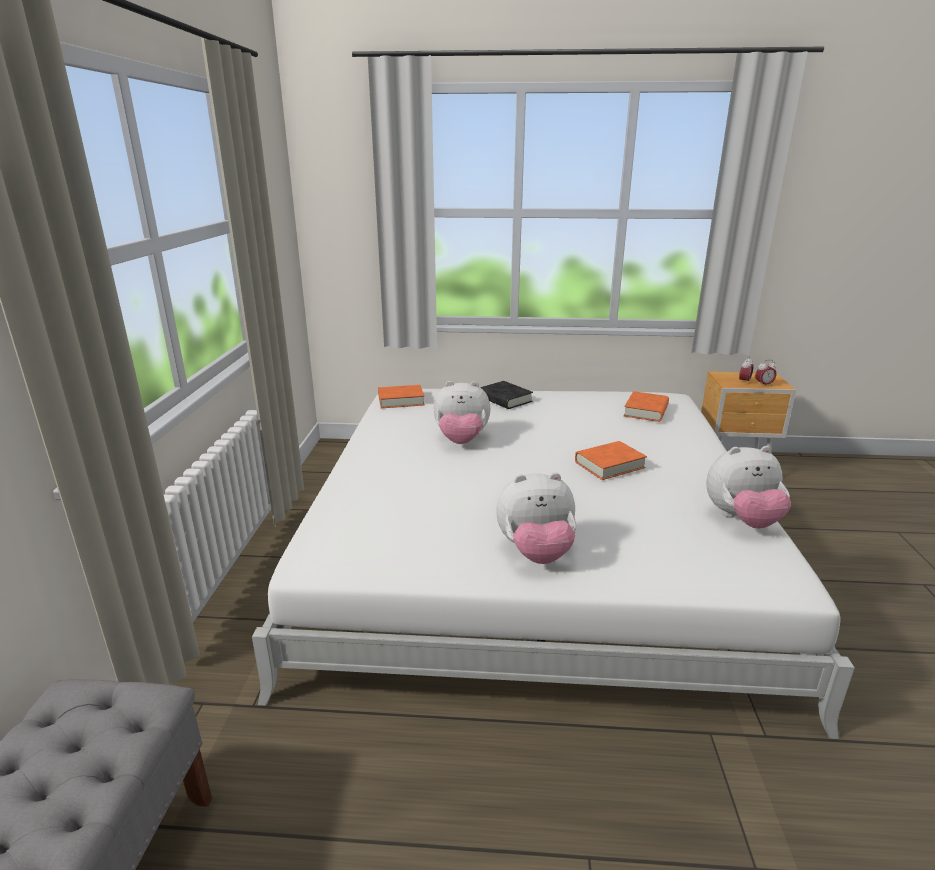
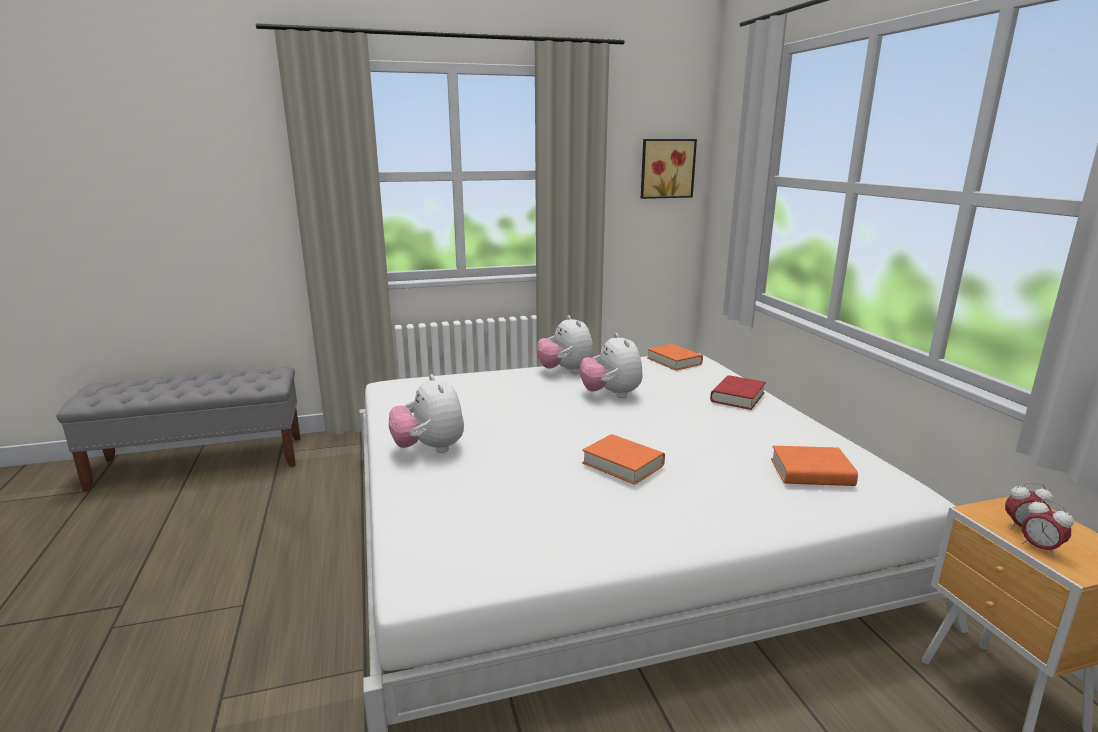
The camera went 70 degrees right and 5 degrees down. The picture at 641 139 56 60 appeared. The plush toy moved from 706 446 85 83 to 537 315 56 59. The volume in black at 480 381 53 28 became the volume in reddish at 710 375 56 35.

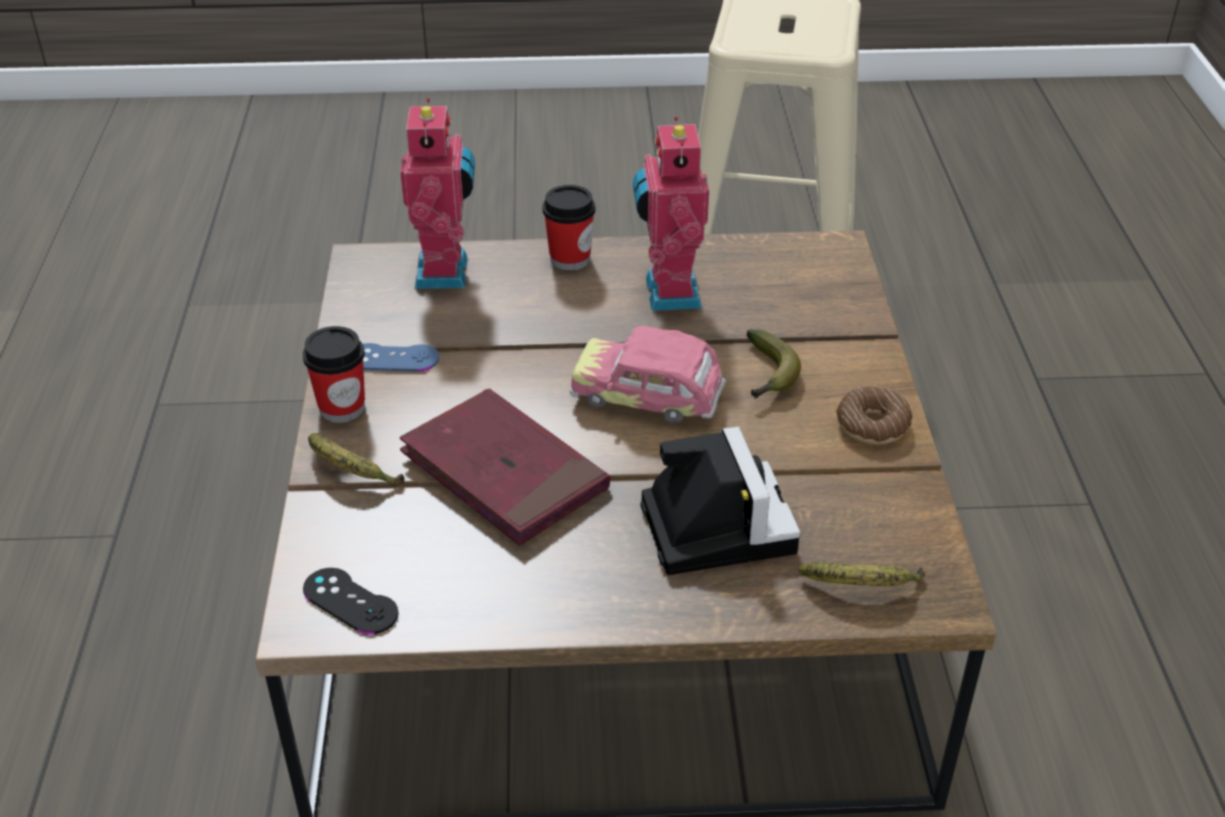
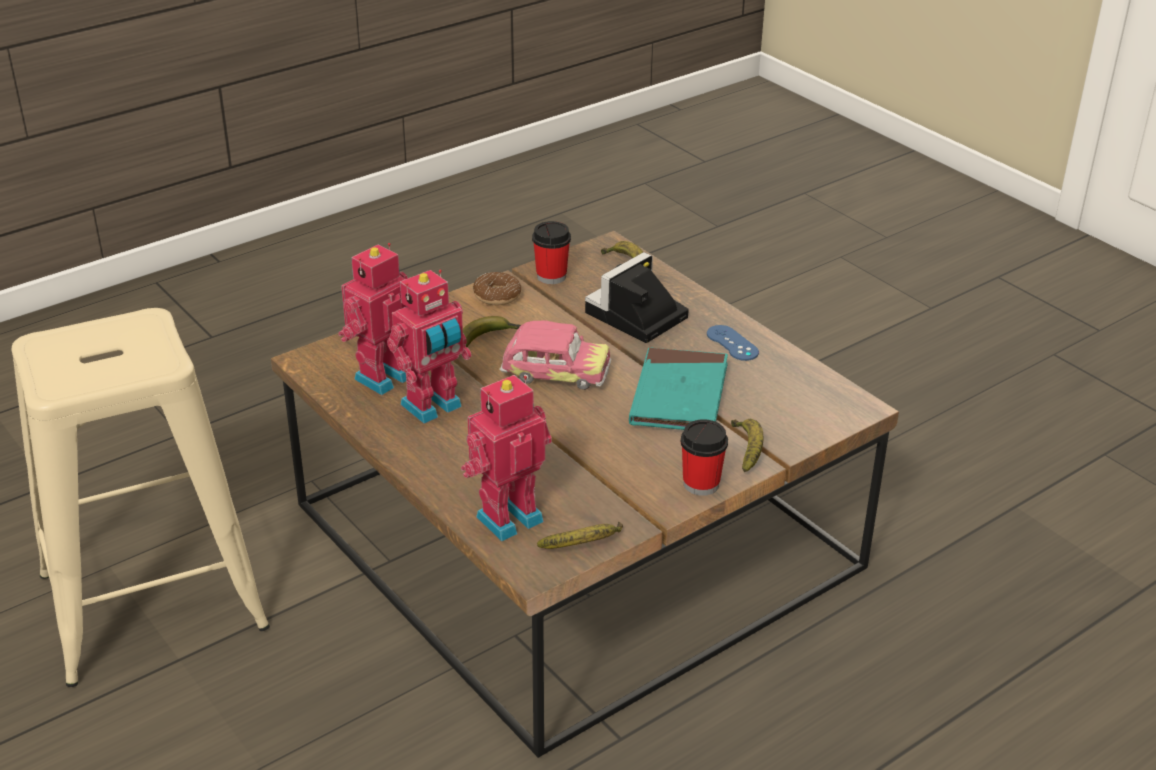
The camera went 125 degrees left and 5 degrees down. The gamepad in black at 303 568 96 67 disappeared. The model robot at 339 243 69 152 appeared. The banana at 537 522 86 27 appeared. The gamepad in blue-coloured moved from 363 343 76 29 to 707 325 52 36. The cup moved from 543 185 53 86 to 532 221 39 63. The volume in reddish at 400 389 210 156 became the volume in turquoise-coloured at 629 348 99 82. The miniature car at 570 326 156 97 turned 60 degrees counterclockwise.

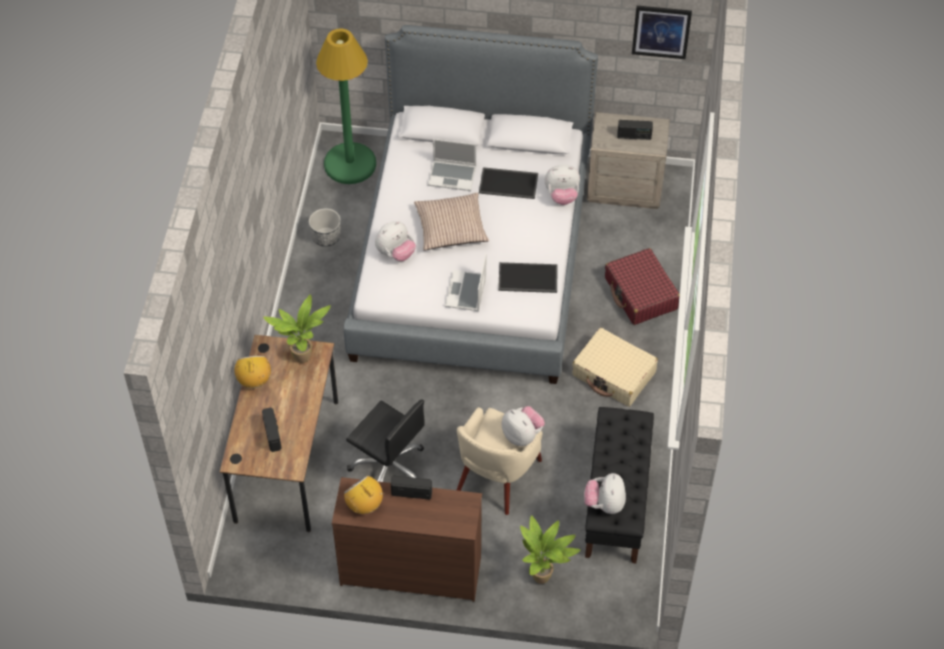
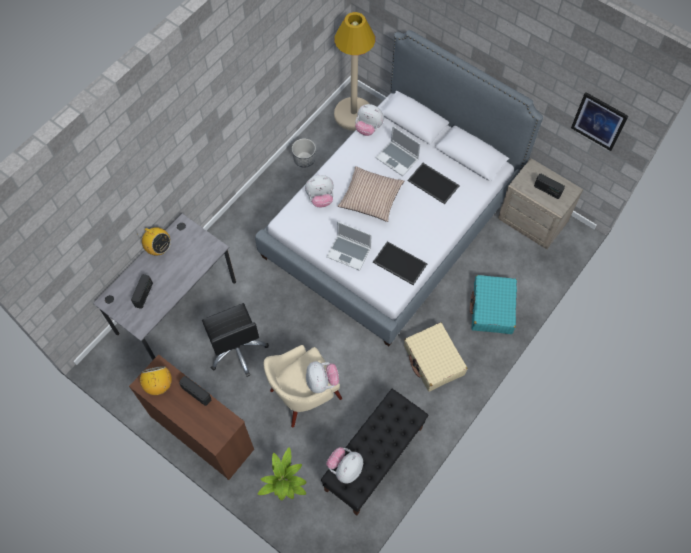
The camera went 30 degrees right and 10 degrees up. The houseplant at 263 295 68 68 disappeared. The plush toy moved from 545 164 35 41 to 355 104 29 32. The desk unit in brownish at 220 335 118 197 became the desk unit in grey at 93 214 143 146. The standard lamp in green at 316 28 60 156 became the standard lamp in beige-coloured at 334 12 41 119. The travel case in reddish at 605 248 75 77 became the travel case in turquoise-coloured at 470 275 47 59. The radio at 234 356 37 32 turned 105 degrees clockwise. The notebook computer at 445 253 41 58 turned 105 degrees counterclockwise.

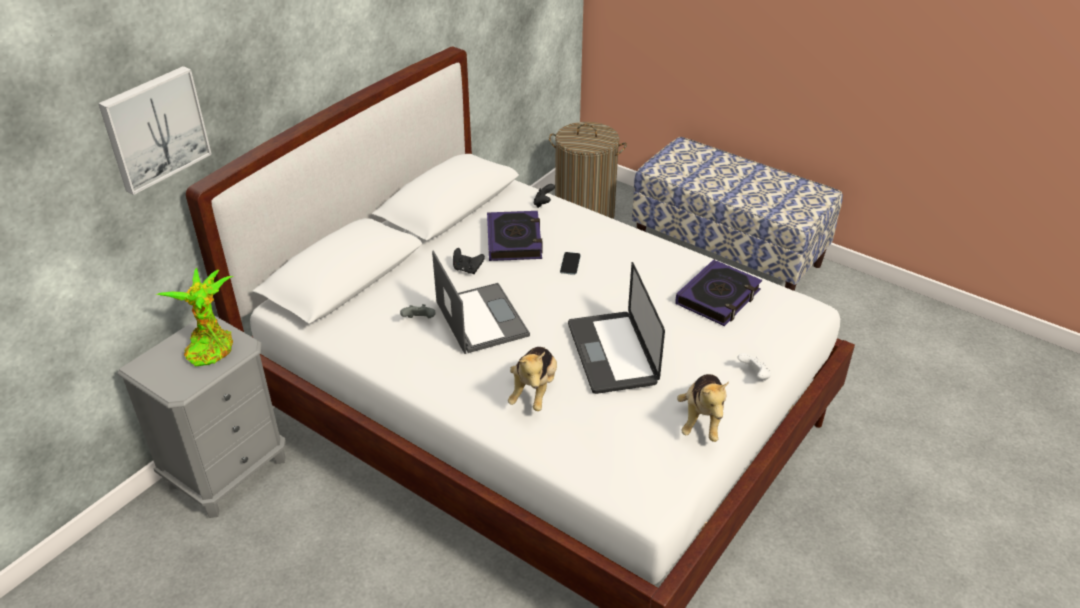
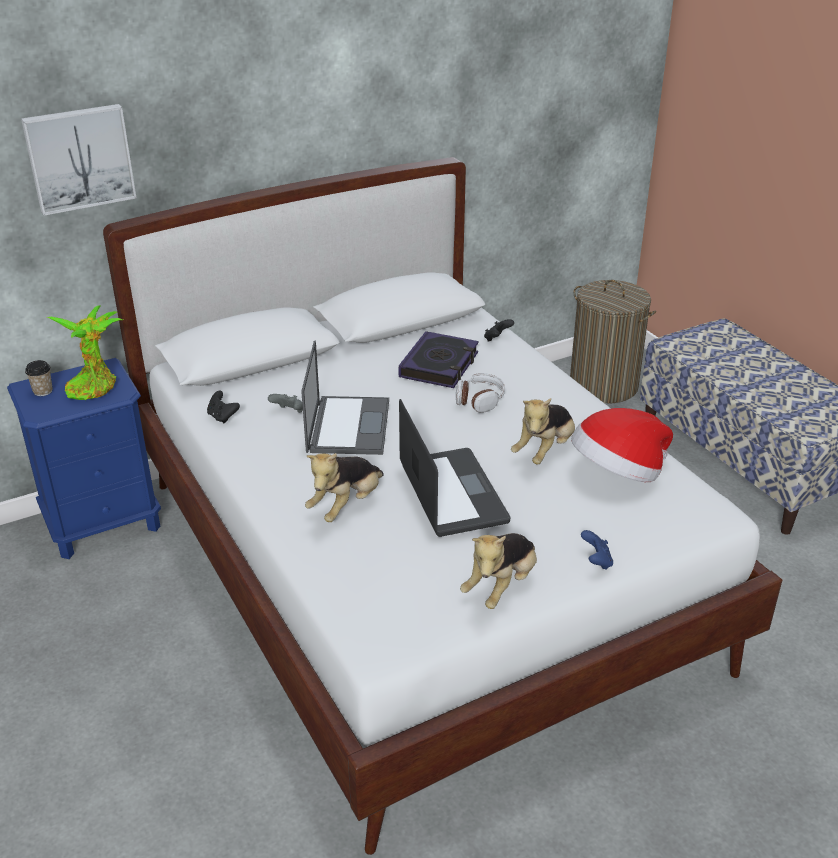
The camera went 25 degrees right and 5 degrees down. The cup at 25 360 28 36 appeared. The plush toy at 511 398 64 66 appeared. The gamepad in black moved from 453 248 32 26 to 207 391 33 33. The handset at 560 252 21 23 was replaced by the headphones at 456 373 49 40. The volume at 675 259 87 67 was replaced by the clothing hat at 571 408 102 74. The nightstand in grey at 117 315 169 203 became the nightstand in blue-coloured at 7 358 154 201. The gamepad in whitish at 738 353 33 27 became the gamepad in blue-coloured at 581 530 32 40. The notebook computer at 568 262 97 132 turned 150 degrees clockwise.

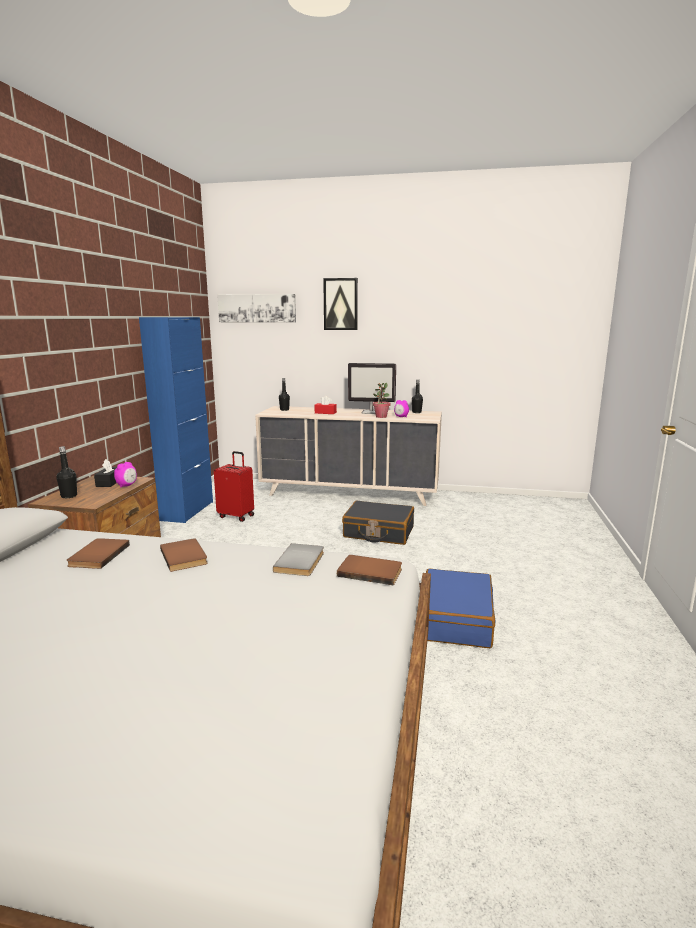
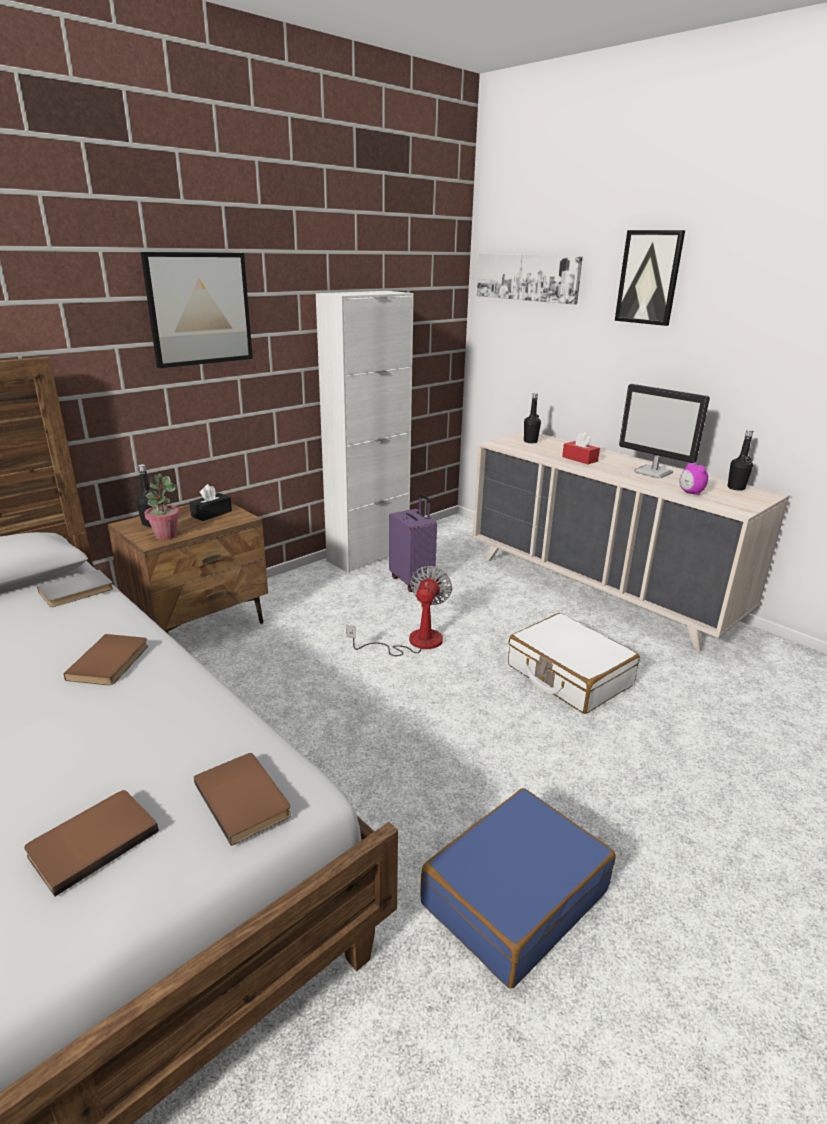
The camera went 35 degrees right and 10 degrees up. The alarm clock at 114 462 23 25 disappeared. The picture at 141 252 112 116 appeared. The fan at 346 566 106 90 appeared. The volume in brownish moved from 66 538 64 31 to 24 790 135 106. The volume in grey moved from 273 543 51 33 to 37 570 77 37. The houseplant moved from 373 383 18 35 to 144 474 37 66. The storage cabinet in blue-coloured at 139 317 74 206 became the storage cabinet in whitish at 316 291 98 282. The travel case in reddish at 214 451 40 71 became the travel case in purplish at 389 494 48 98. The travel case in black at 342 500 72 45 became the travel case in whitish at 508 613 132 101.

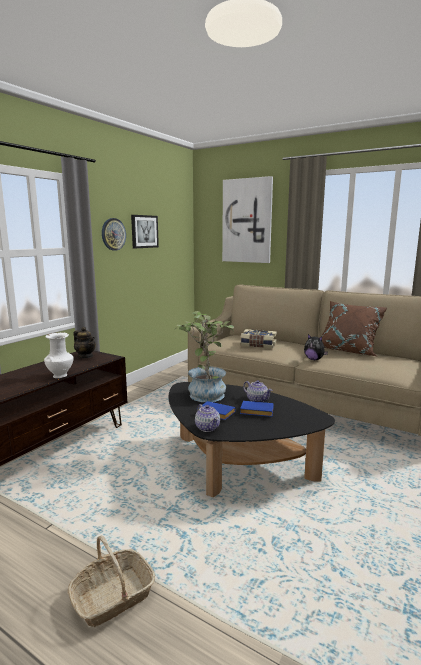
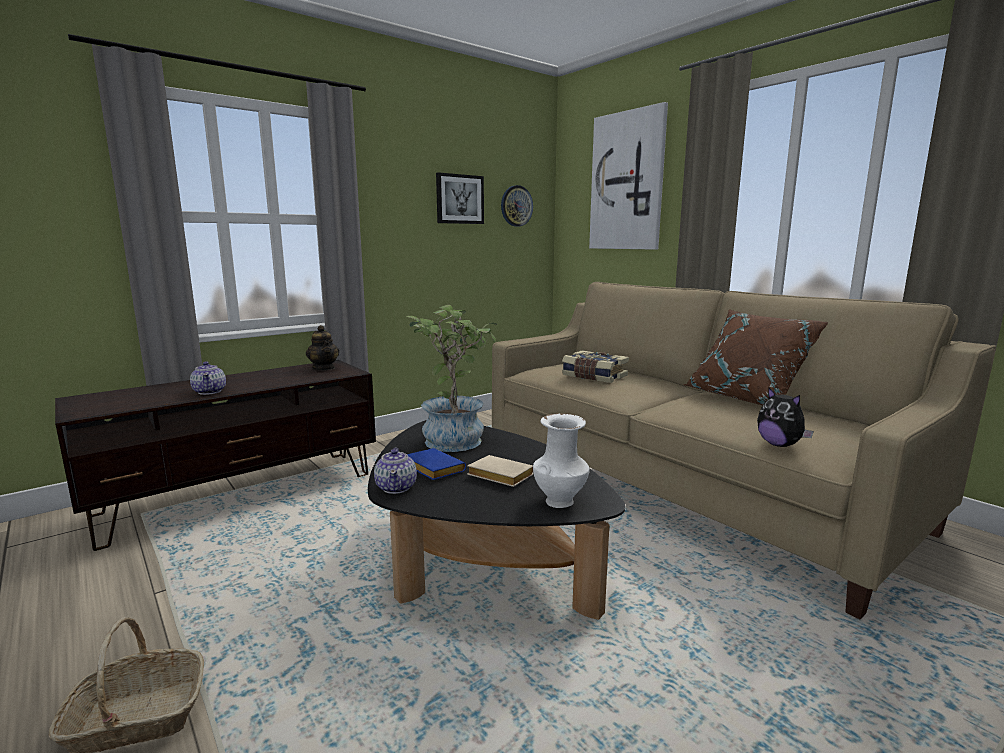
The camera went 20 degrees right and 0 degrees up. The vase in whitish moved from 44 332 30 46 to 533 413 56 95. The wall clock moved from 102 218 24 33 to 501 185 32 42. The pot for tea moved from 243 380 29 22 to 190 362 36 33. The plush toy moved from 304 334 24 26 to 757 388 57 59. The volume in blue-coloured at 240 401 34 16 became the volume in beige-coloured at 467 455 67 32.

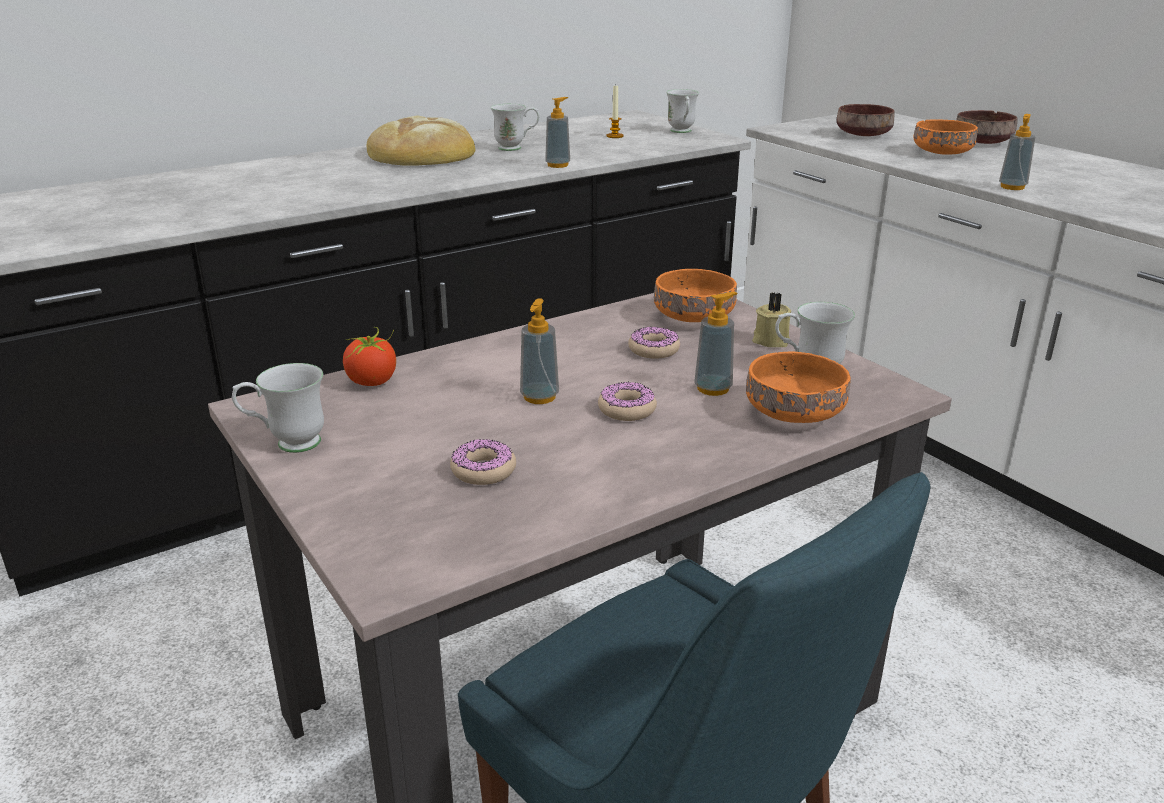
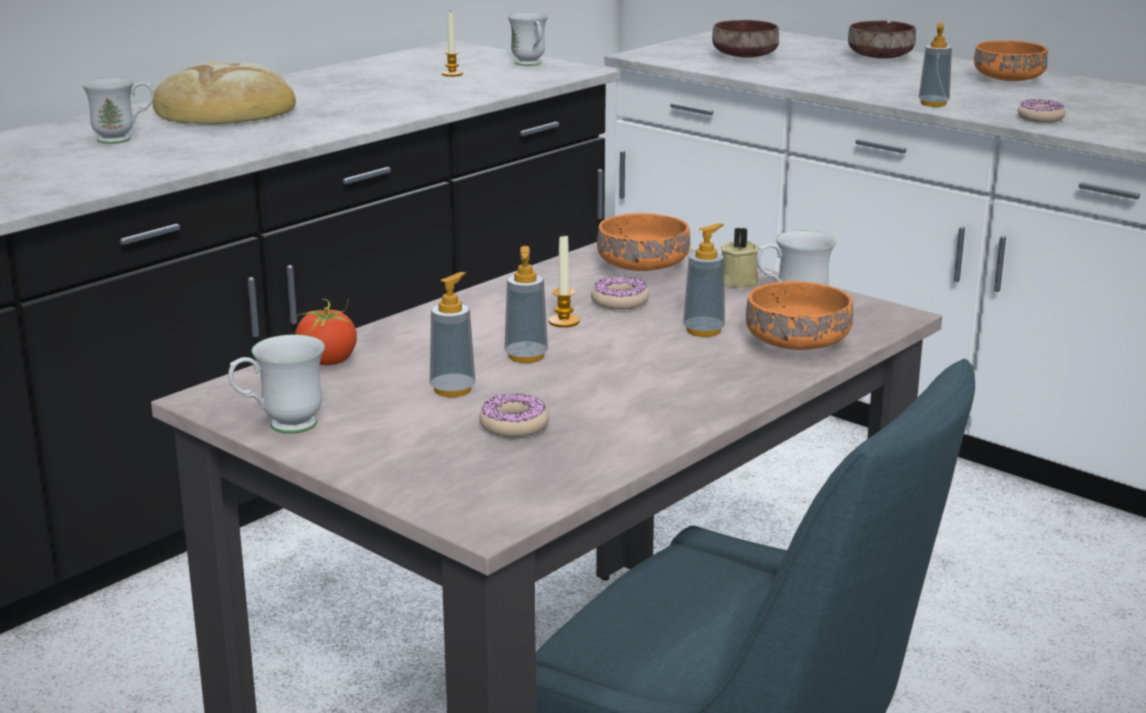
The camera went 15 degrees left and 5 degrees down. The wax candle at 549 233 31 95 appeared. The mug in whitish moved from 491 104 49 47 to 82 78 72 66. The soap bottle moved from 545 97 25 71 to 430 272 46 125. The donut moved from 598 382 59 39 to 1018 99 47 24. The serving bowl in orangey moved from 914 119 64 36 to 974 41 74 40.

